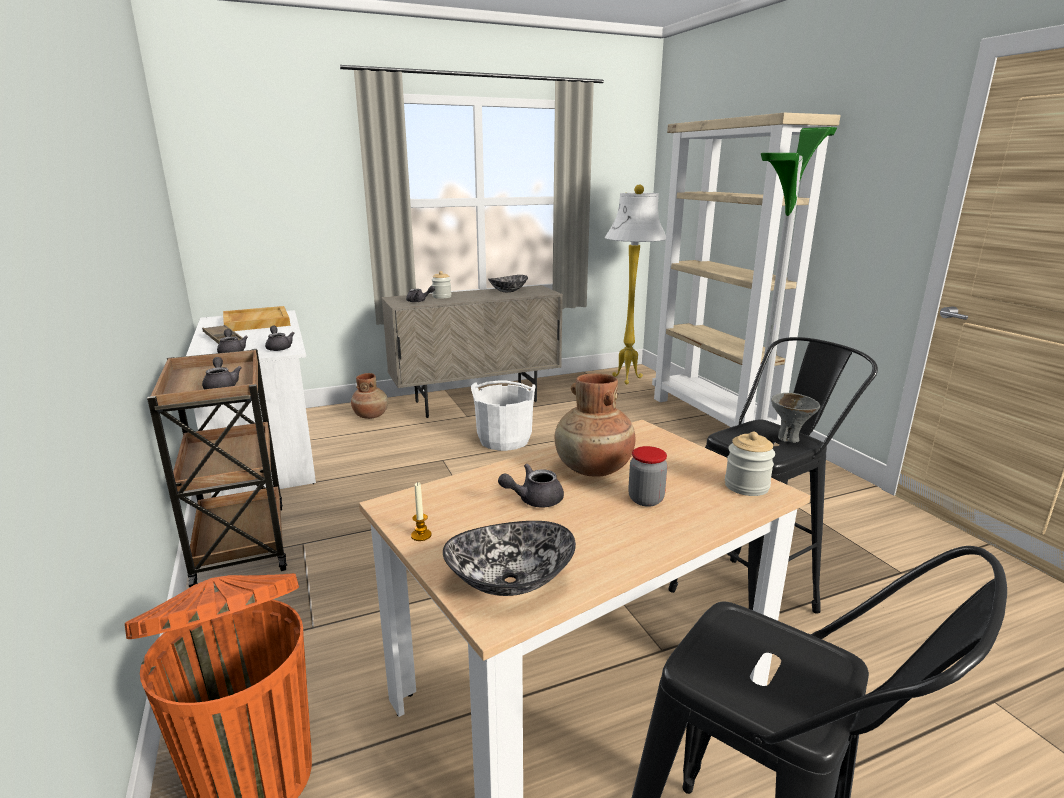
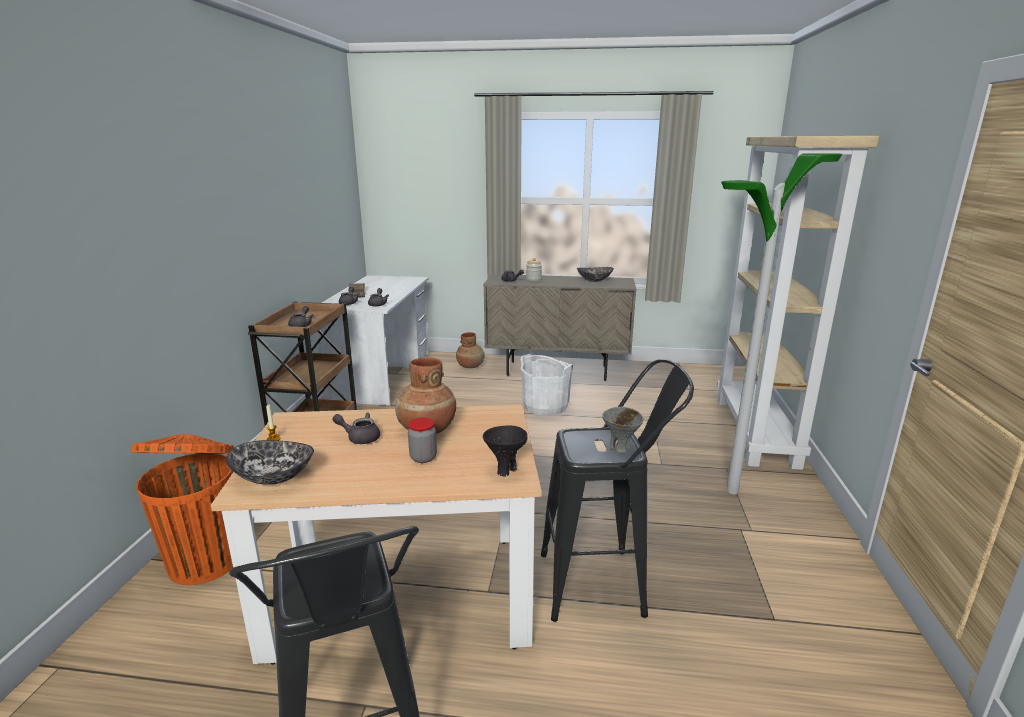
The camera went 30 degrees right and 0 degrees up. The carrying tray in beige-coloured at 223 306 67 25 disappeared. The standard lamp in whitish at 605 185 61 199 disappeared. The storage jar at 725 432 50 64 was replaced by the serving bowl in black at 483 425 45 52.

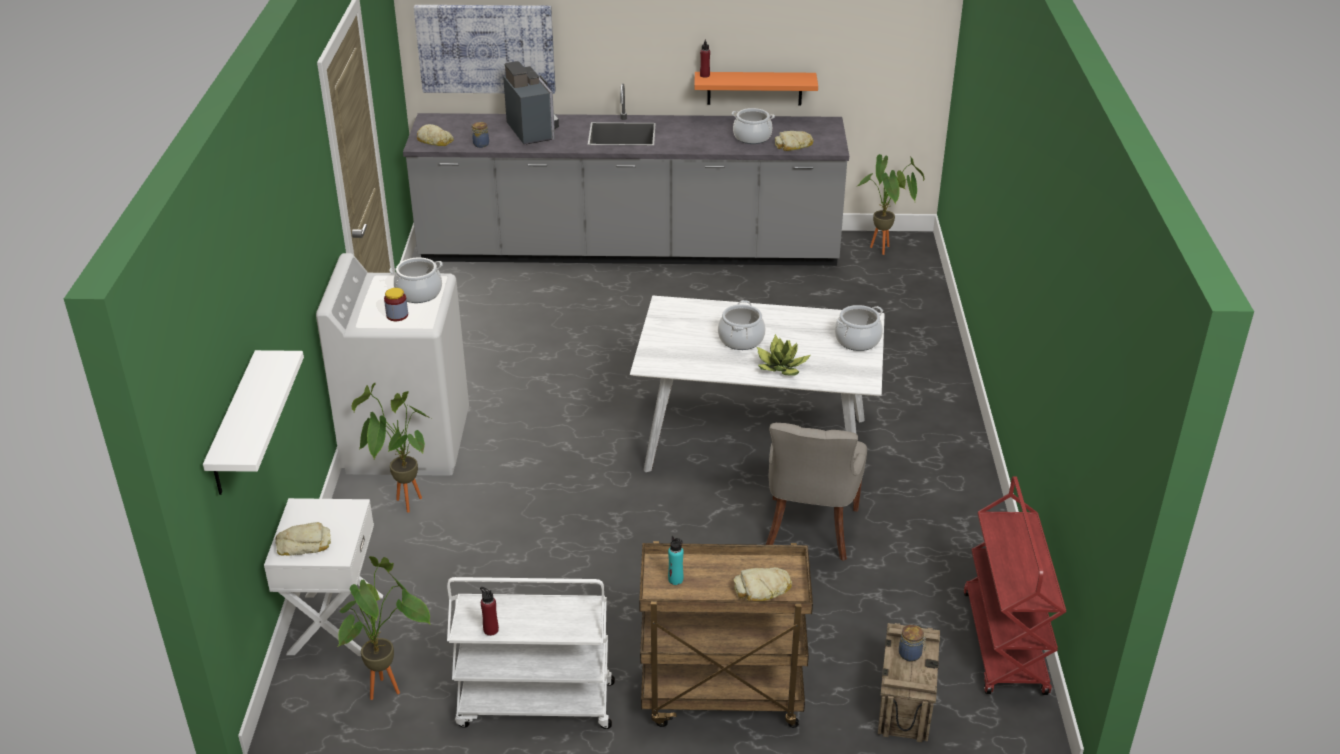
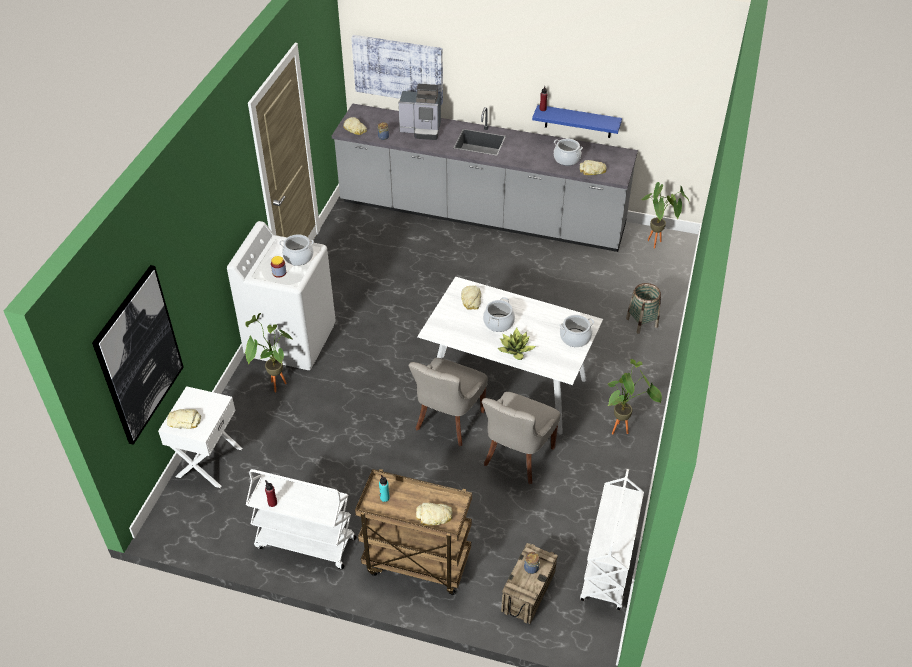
The camera went 15 degrees right and 10 degrees up. The chair in grey at 408 358 80 88 appeared. The bakery bread at 461 285 20 25 appeared. The basket at 626 283 35 51 appeared. The houseplant moved from 338 556 92 144 to 608 359 54 75. The shelf in whitish at 203 350 101 145 was replaced by the picture at 92 265 92 180. The shelf in orangey at 694 72 124 34 became the shelf in blue-coloured at 532 105 90 33. The trolley in reddish at 963 477 103 218 became the trolley in whitish at 580 469 64 141. The coffee maker at 503 61 56 83 turned 105 degrees clockwise.

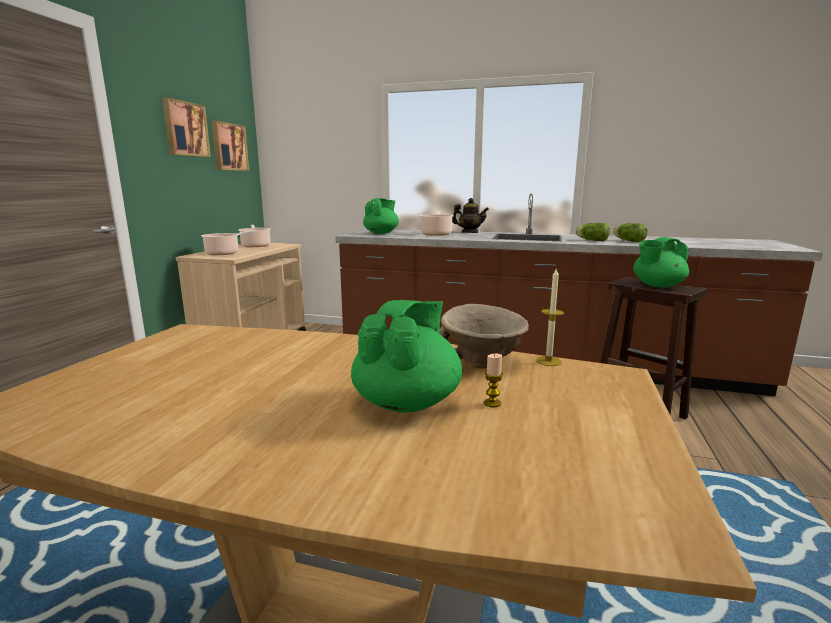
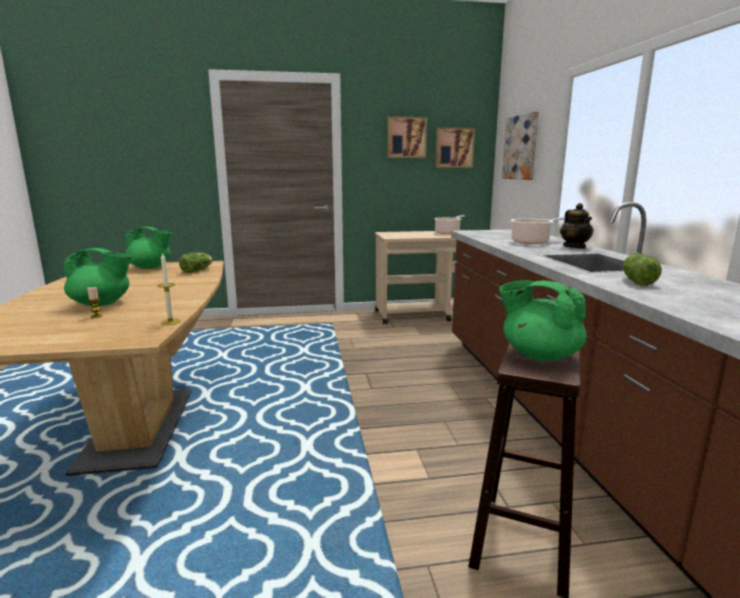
The camera went 65 degrees right and 0 degrees up. The cooking pot at 201 230 55 25 disappeared. The serving bowl in beige-coloured at 440 304 89 64 disappeared. The picture at 502 111 37 69 appeared. The pot for tea in green moved from 363 198 36 36 to 125 227 47 42. The lettuce head moved from 613 223 34 19 to 179 252 34 21.

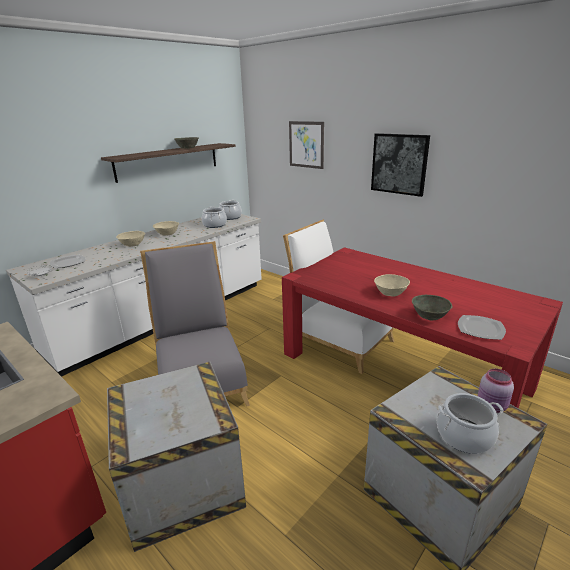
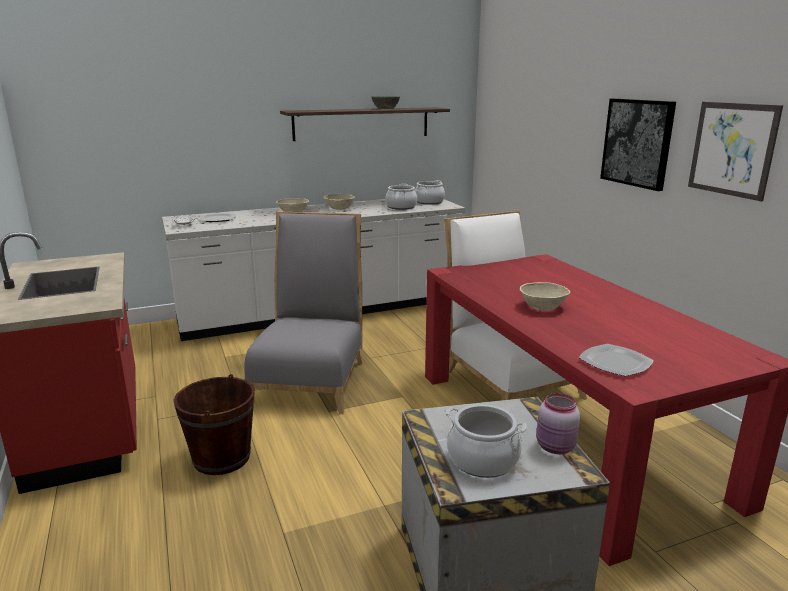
The camera went 25 degrees right and 5 degrees down. The serving bowl in grey at 412 295 41 25 disappeared. The picture moved from 289 121 35 48 to 688 102 95 99. The packing crate at 107 362 139 190 was replaced by the pail in brownish at 173 374 82 101.

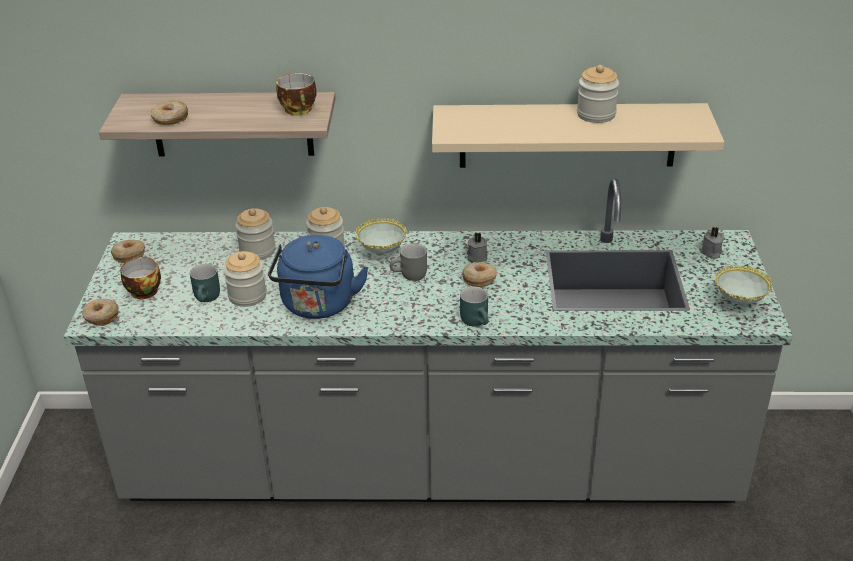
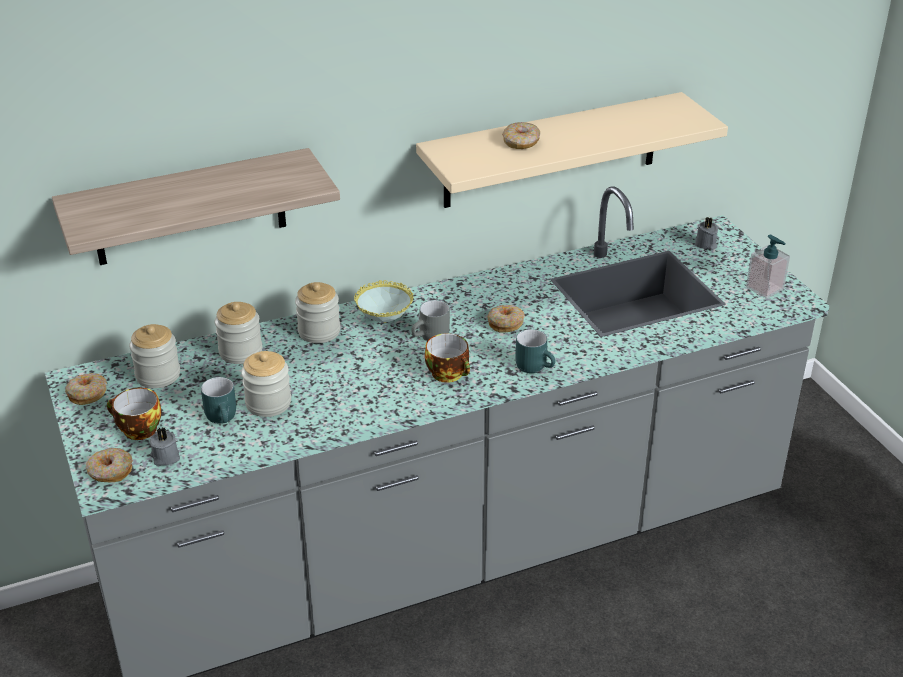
The camera went 25 degrees left and 0 degrees up. The kettle in blue-coloured at 268 235 101 84 disappeared. The donut moved from 151 100 37 25 to 502 122 38 27. The cup moved from 276 73 41 42 to 425 333 45 50. The wax candle in grey moved from 467 233 21 29 to 150 428 30 38. The storage jar moved from 577 65 42 58 to 129 324 51 64. The serving bowl at 715 265 57 40 was replaced by the soap bottle at 746 235 44 64.

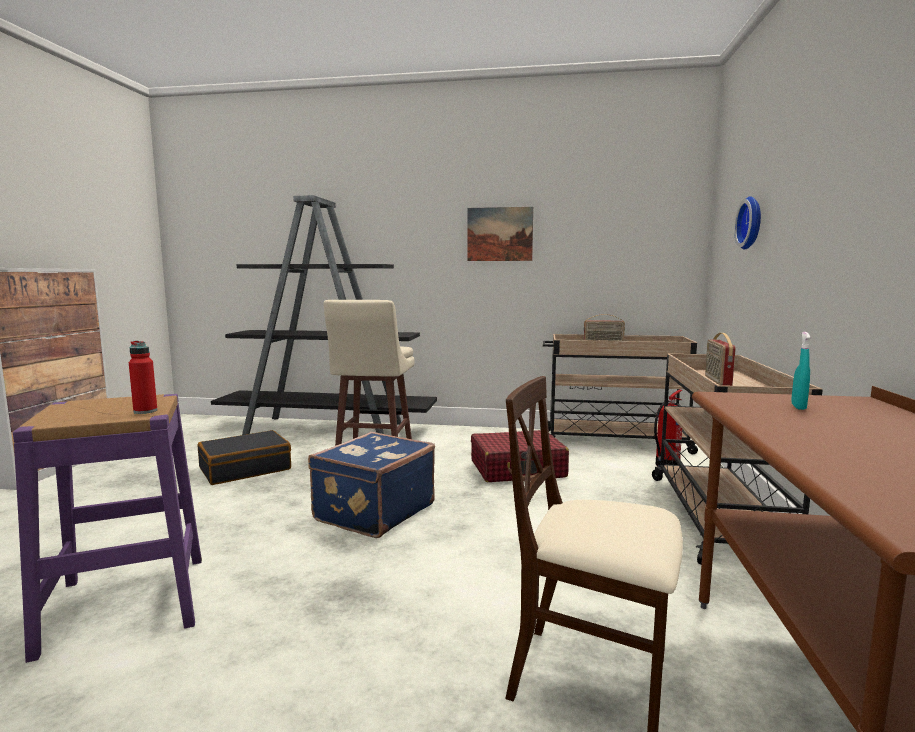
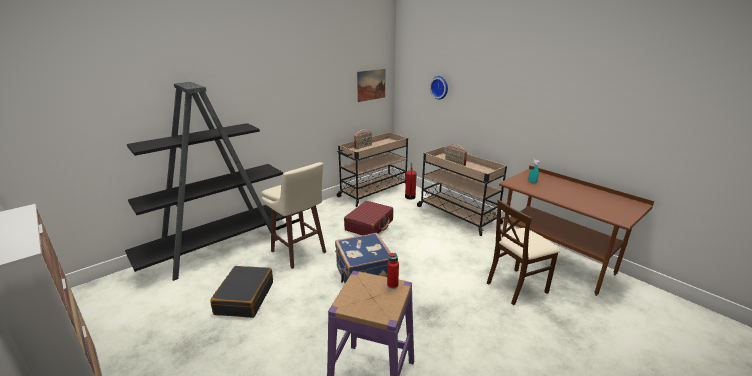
The camera went 50 degrees left and 15 degrees up. The picture moved from 467 207 66 54 to 357 69 28 33.

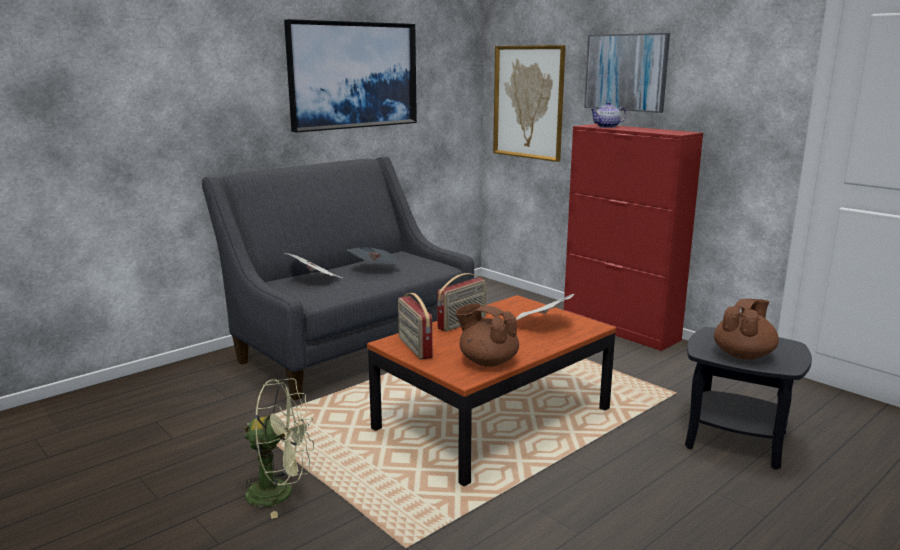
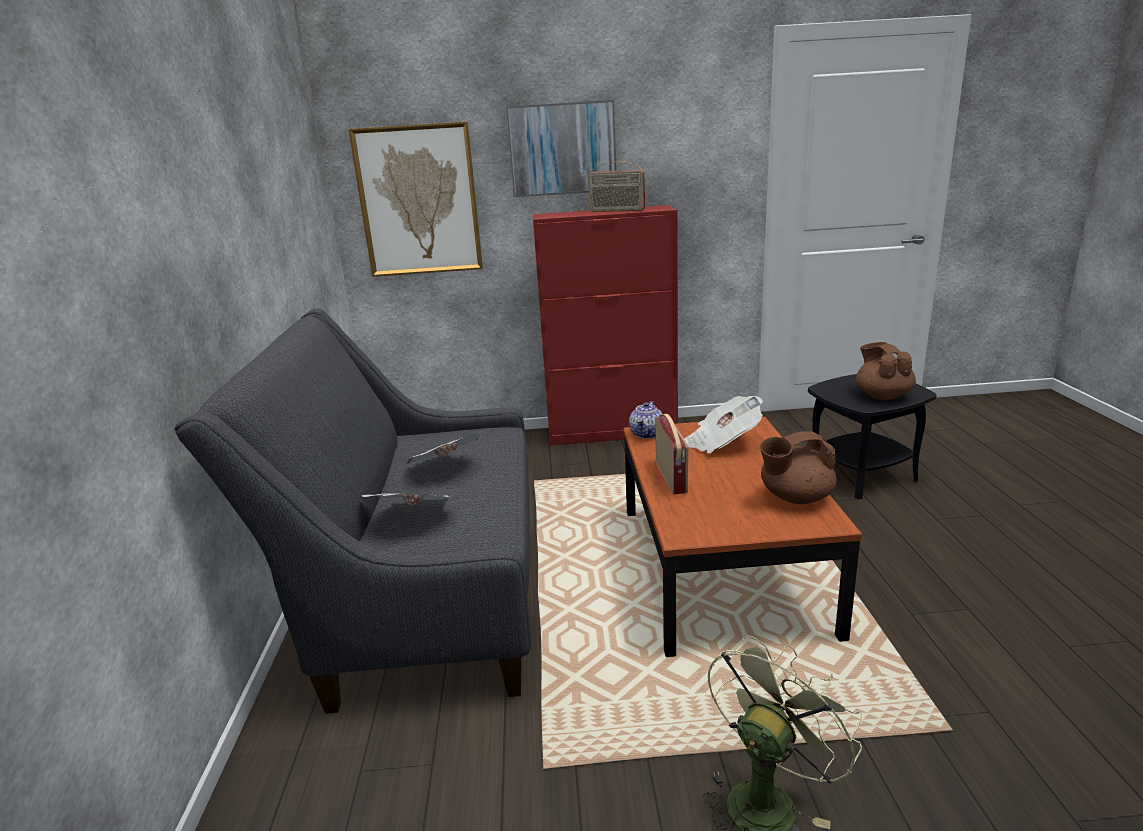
The camera went 50 degrees left and 5 degrees up. The picture at 284 19 133 114 disappeared. The radio moved from 398 293 35 67 to 588 161 57 51. The pot for tea moved from 590 102 36 26 to 629 401 35 38.

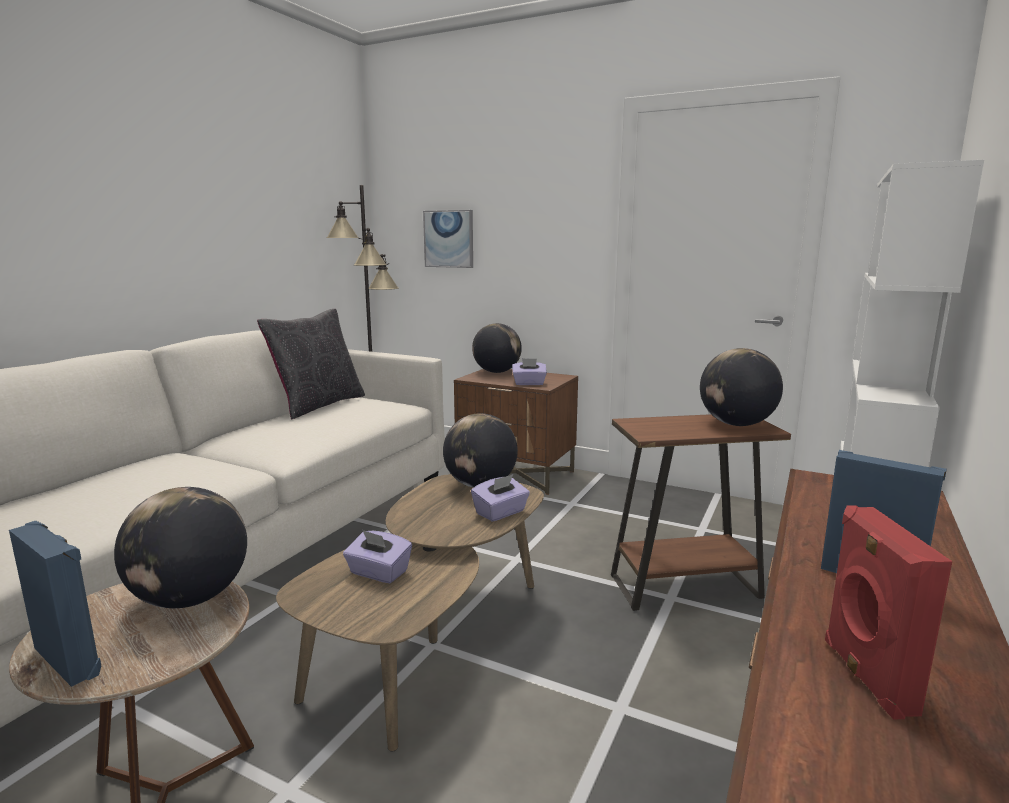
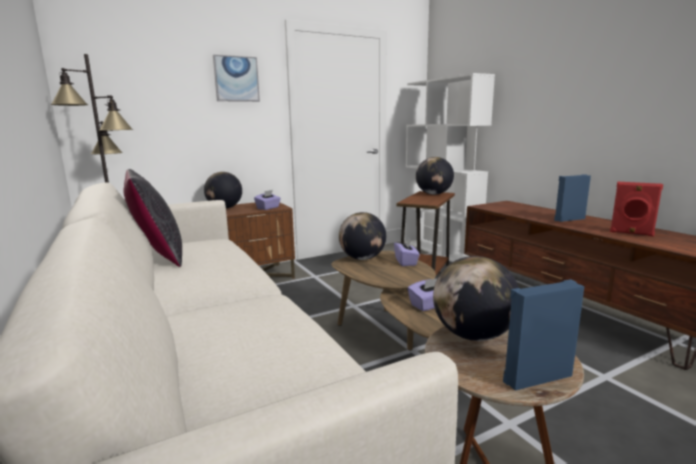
The camera went 55 degrees left and 0 degrees up. The picture moved from 423 210 50 58 to 213 55 47 47.

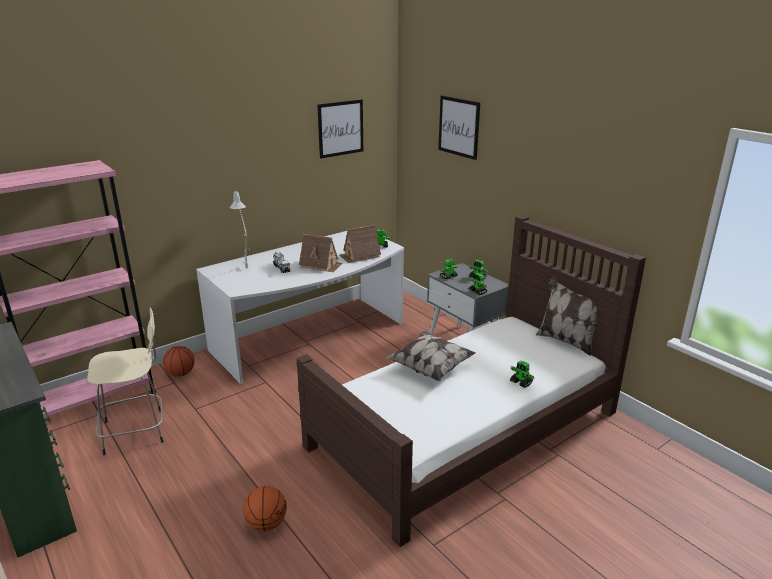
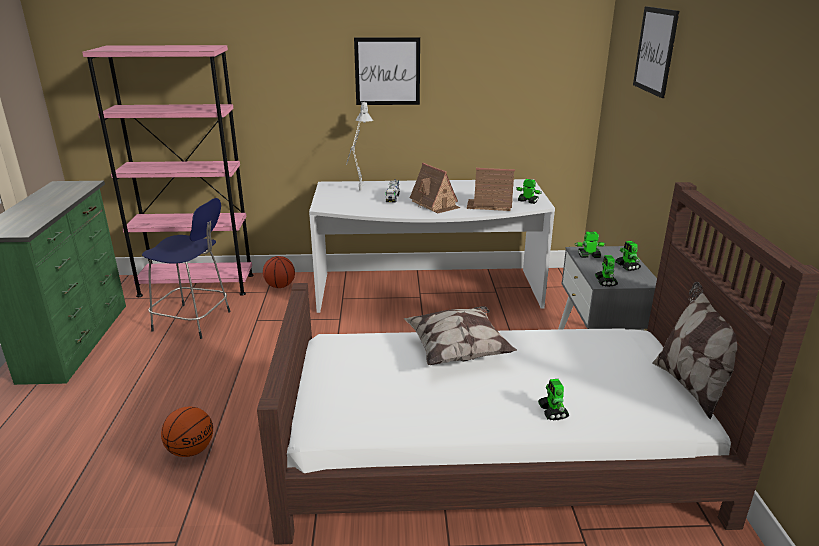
The camera went 35 degrees right and 0 degrees up. The picture moved from 317 99 46 60 to 354 37 66 68. The stool seat in beige-coloured at 87 308 77 147 became the stool seat in blue-coloured at 142 198 88 141.

